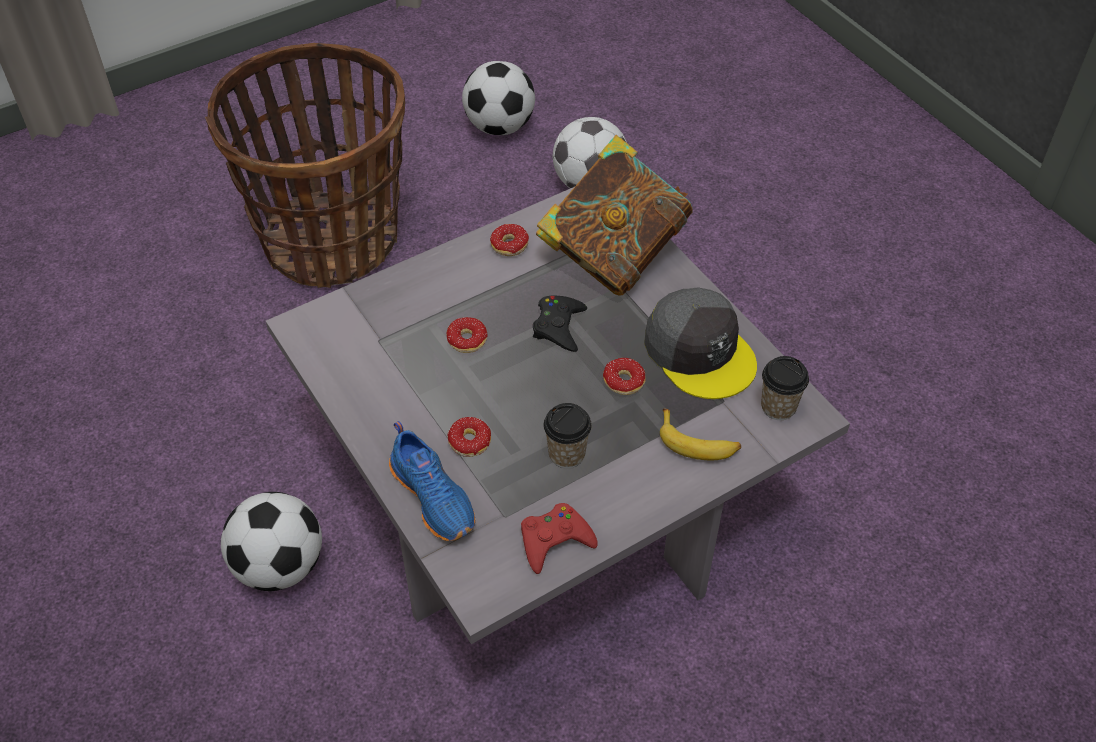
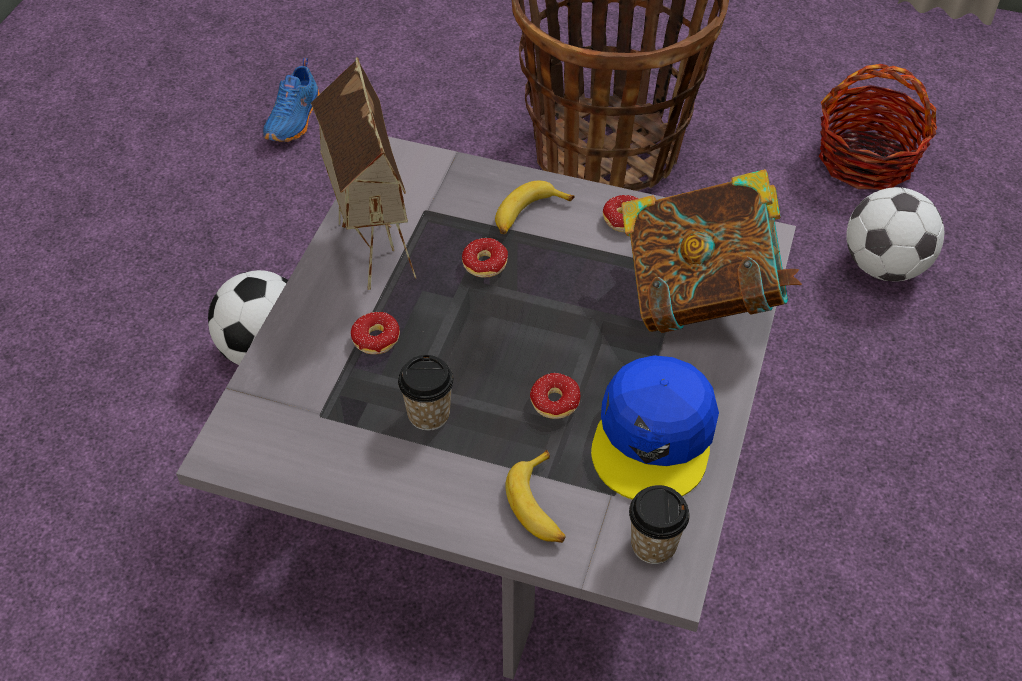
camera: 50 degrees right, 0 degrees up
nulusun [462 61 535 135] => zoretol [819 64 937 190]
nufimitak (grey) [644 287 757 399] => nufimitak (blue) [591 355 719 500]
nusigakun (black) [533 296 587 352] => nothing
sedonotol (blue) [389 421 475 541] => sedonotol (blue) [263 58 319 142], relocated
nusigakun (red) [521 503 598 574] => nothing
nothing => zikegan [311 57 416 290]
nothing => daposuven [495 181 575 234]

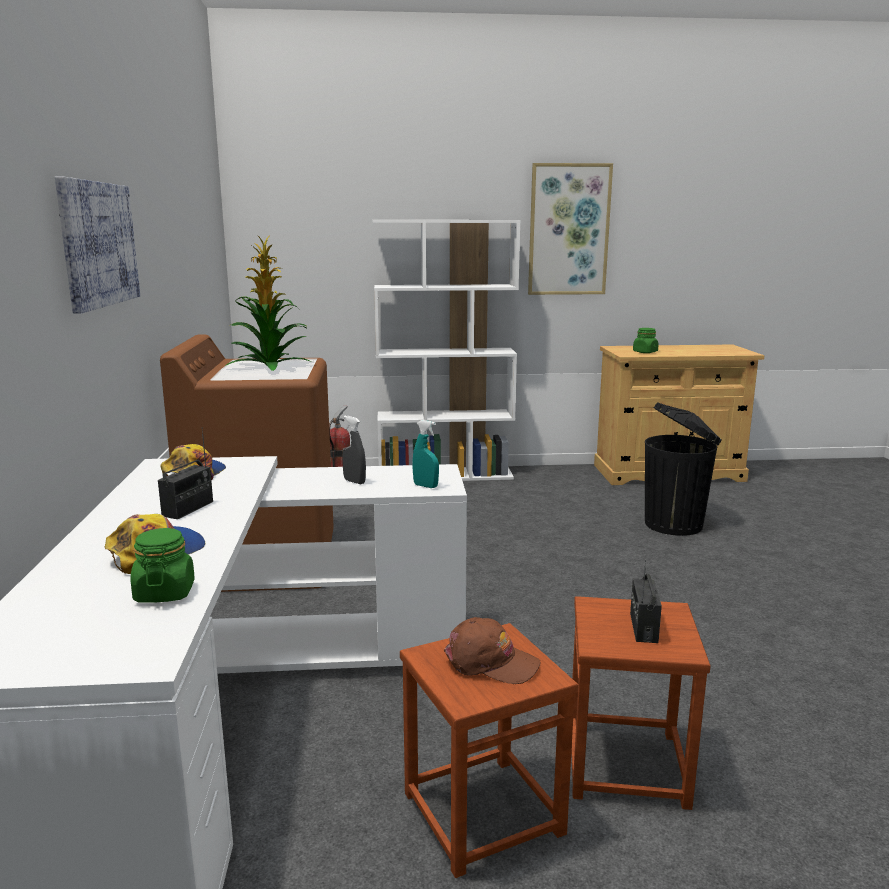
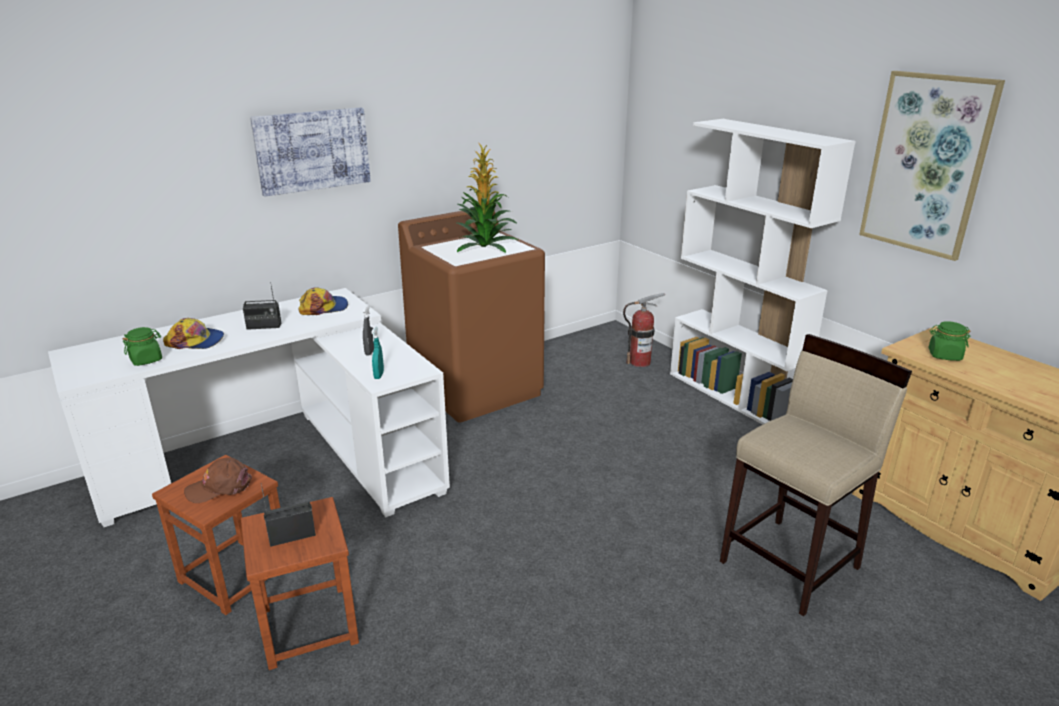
camera: 60 degrees right, 10 degrees up
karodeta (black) [645 402 722 536] => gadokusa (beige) [720 334 912 616]
nufimitak (brown) [444 617 540 684] => nufimitak (brown) [184 457 252 503], 75 degrees clockwise

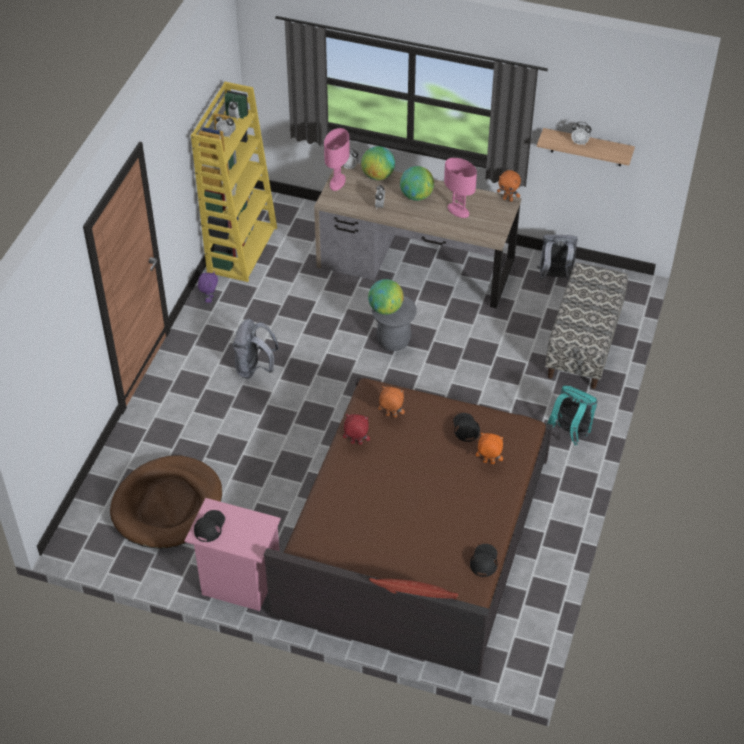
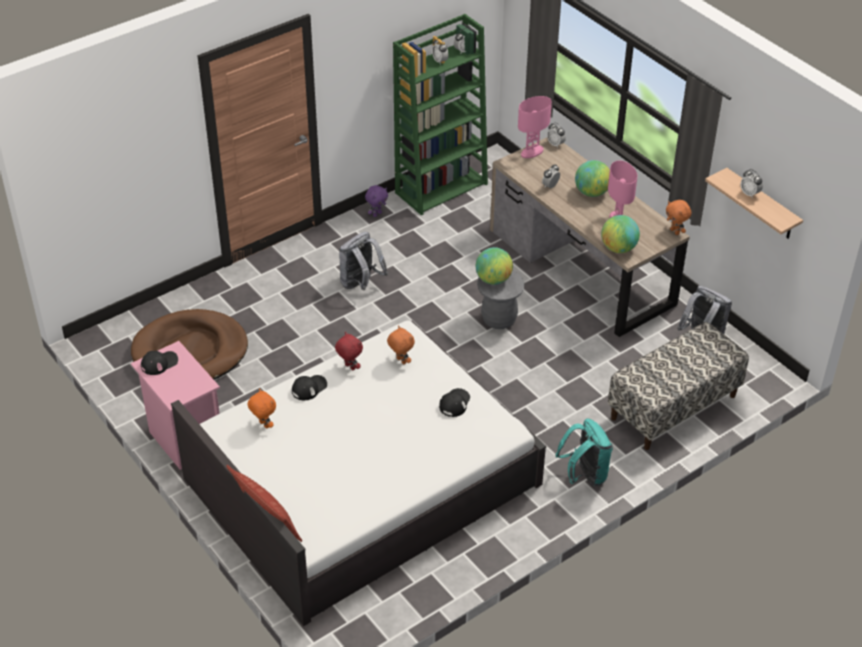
camera: 35 degrees right, 5 degrees down
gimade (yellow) [191 82 277 282] => gimade (green) [393 14 488 215]
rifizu [361 146 395 180] => rifizu [601 215 640 253], relocated
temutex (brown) [264 377 553 676] => temutex (white) [171 320 546 626]
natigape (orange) [476 433 503 464] => natigape (orange) [247 389 276 429], relocated
nufimitak (black) [470 544 498 577] => nufimitak (black) [292 375 327 400], relocated

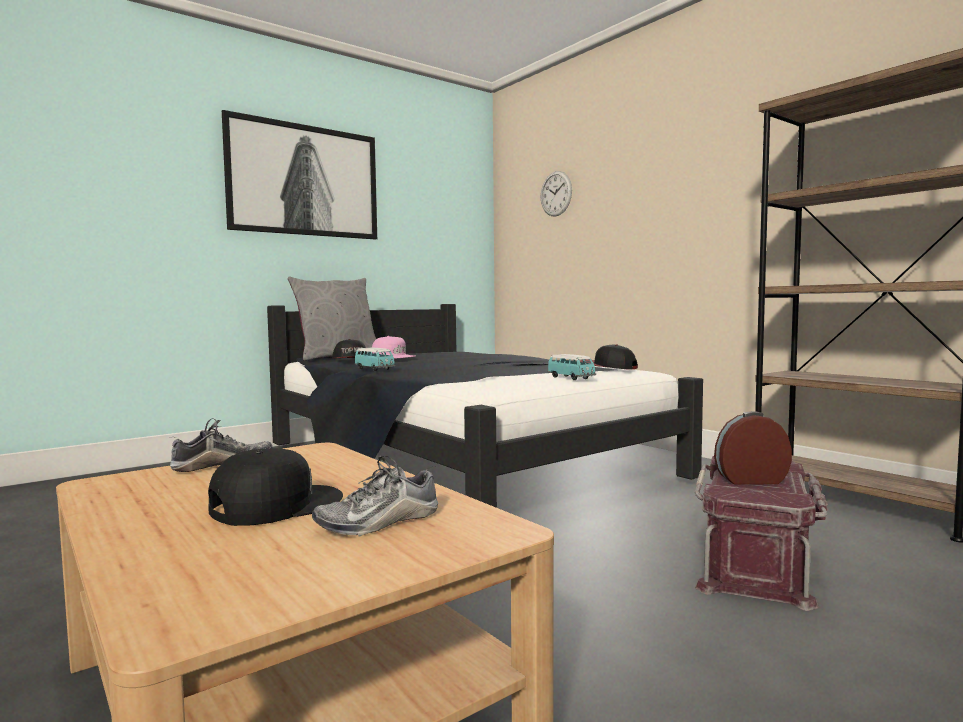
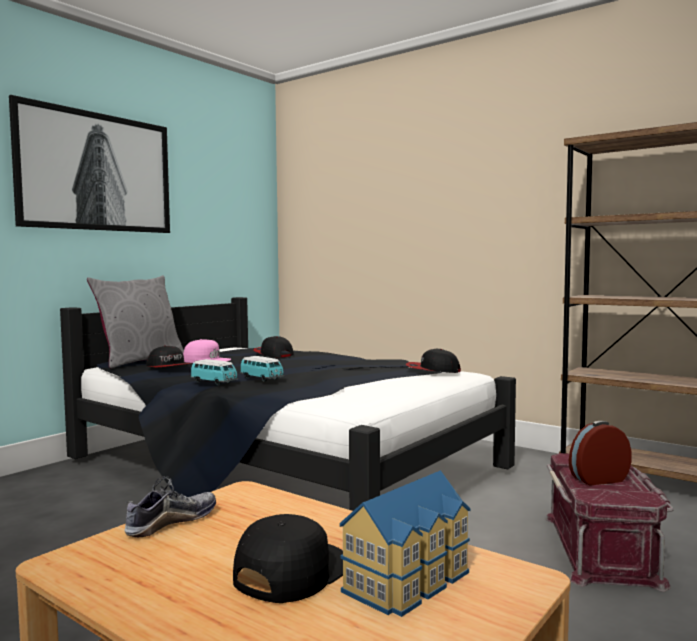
camera: 15 degrees left, 0 degrees up
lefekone [541 171 572 216] => nothing
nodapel [548 354 596 380] => nodapel [240 356 285 382], relocated
sedonotol [312 456 438 537] => zikegan [339 470 471 617]
nothing => nufimitak [253 336 294 357]

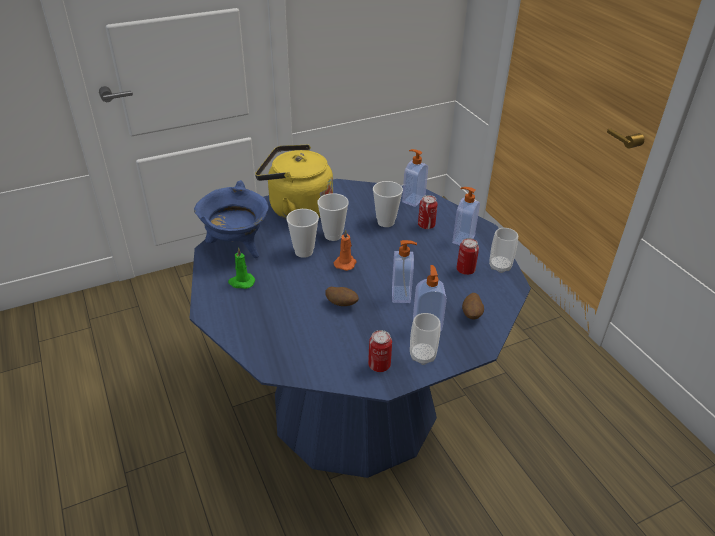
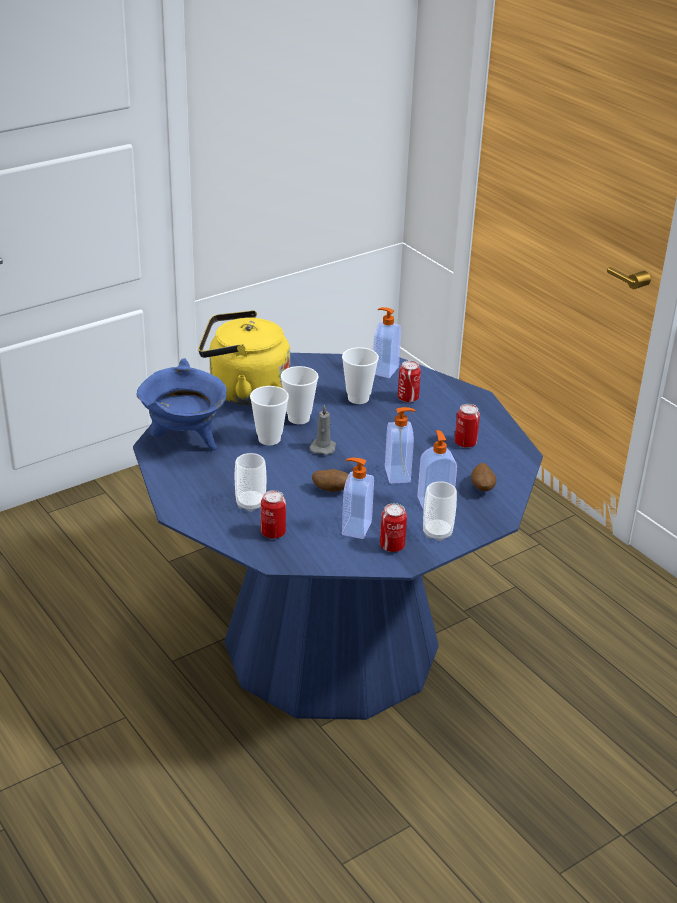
camera: 10 degrees left, 5 degrees down
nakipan [452 187 480 245] => nakipan [342 458 374 539], relocated
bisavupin [489 228 518 273] => bisavupin [235 453 266 512], relocated
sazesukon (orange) [334 230 357 271] => sazesukon (grey) [309 404 336 455]
sazesukon (green) [228 247 255 289] => nothing
nothing => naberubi [261 490 286 539]

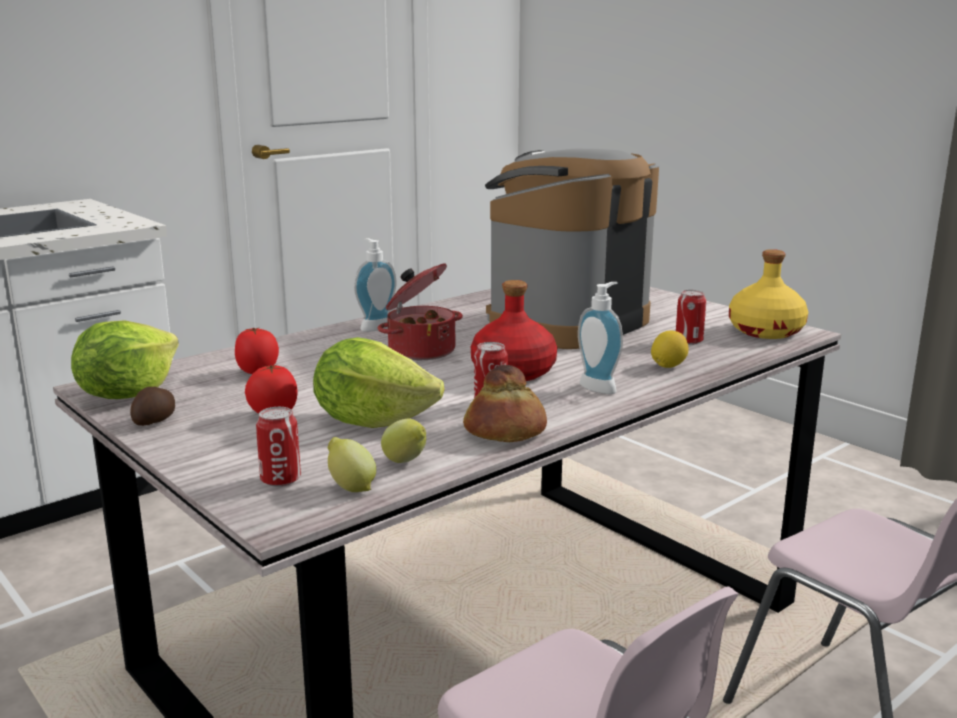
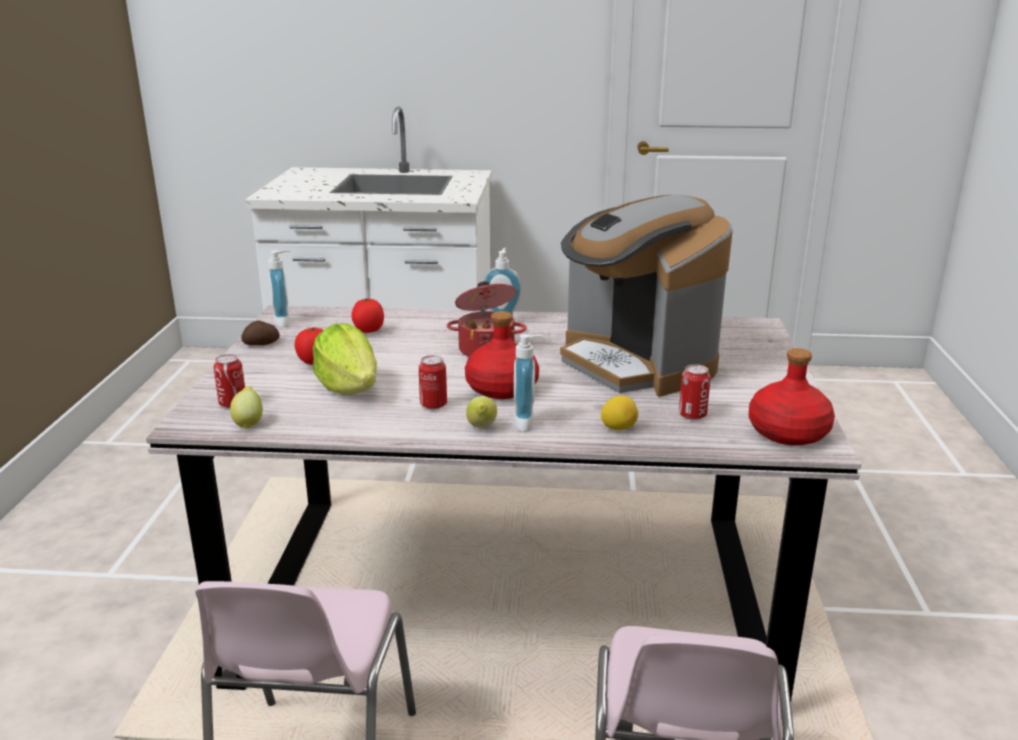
camera: 45 degrees right, 5 degrees up
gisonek [485 149 659 349] => gisonek [560 195 733 397], 120 degrees counterclockwise
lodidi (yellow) [729 249 808 339] => lodidi (red) [749 348 835 446]
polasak [71 320 179 399] => nakipan [268 250 291 328]
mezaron [463 365 547 442] => nothing
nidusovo [381 419 426 463] => nidusovo [466 396 497 428], relocated

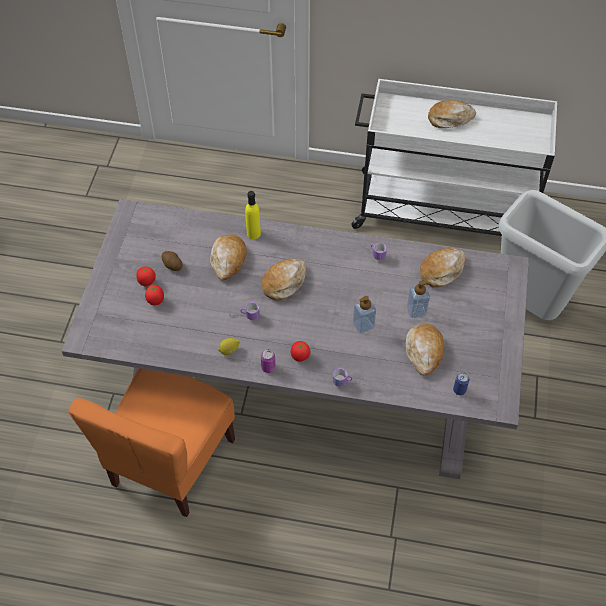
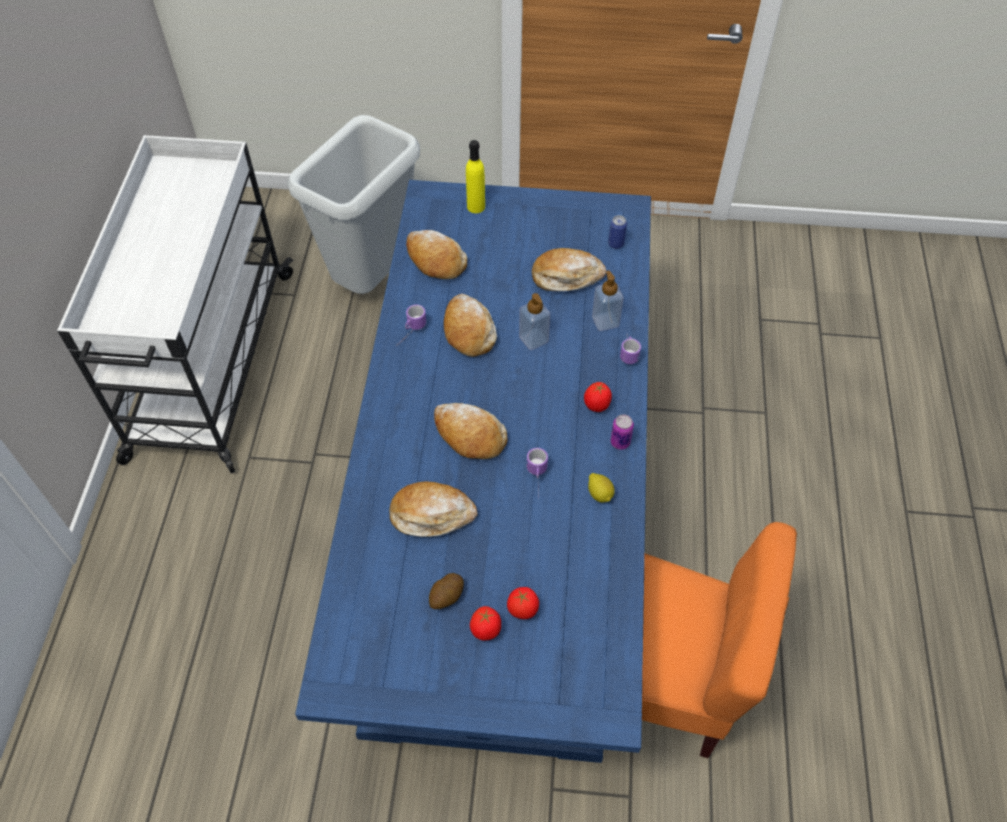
camera: 95 degrees left, 0 degrees up
mezaron [428 100 476 128] => mezaron [444 294 497 357], relocated
lodidi (yellow) [245 191 261 239] => lodidi (yellow) [466 140 485 213], relocated
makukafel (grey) [62 199 529 479] => makukafel (blue) [295 180 651 763]
nakipan [407 281 430 318] => nakipan [592 270 624 331], relocated

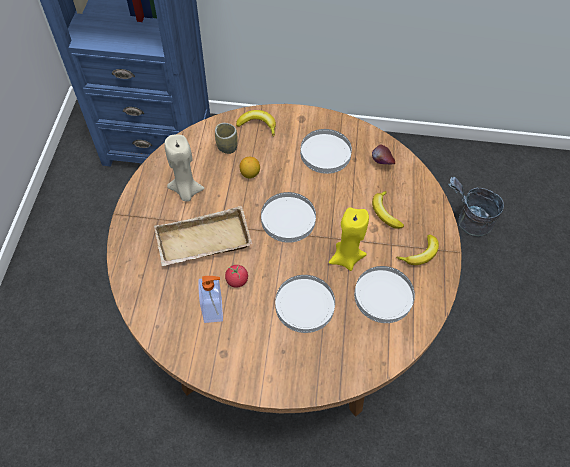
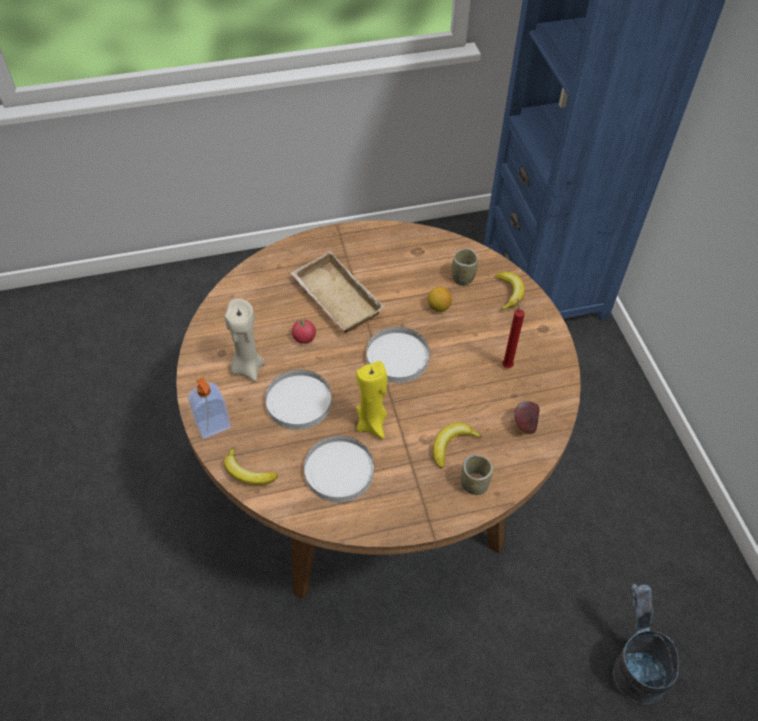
camera: 70 degrees right, 5 degrees down
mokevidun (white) [300 129 352 174] => sazesukon (red) [502 298 525 368]
sazesukon (beige) [164 134 204 202] => sazesukon (beige) [225 299 265 381], relocated
daposuven [396 235 439 265] => daposuven [224 447 278 485], relocated
nakipan [198 276 223 323] => nakipan [188 377 231 439], relocated
nothing => bisavupin [461 455 493 495]

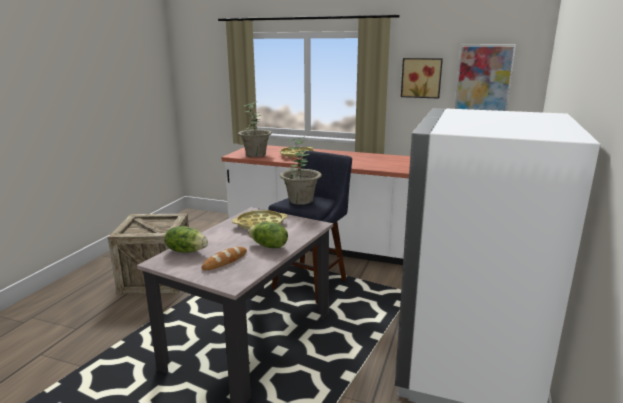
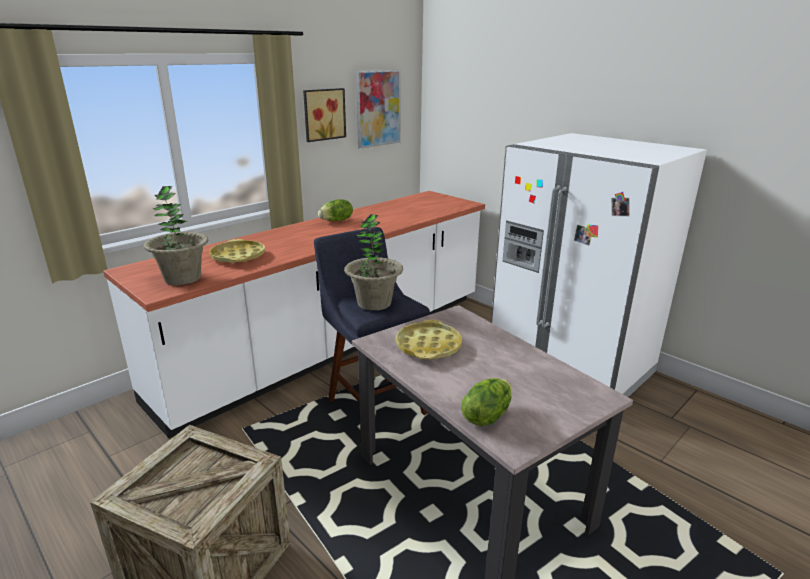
camera: 65 degrees left, 5 degrees up
polasak [248 222 288 248] => polasak [318 199 353 221], relocated
mezaron [201 247 247 270] => nothing

